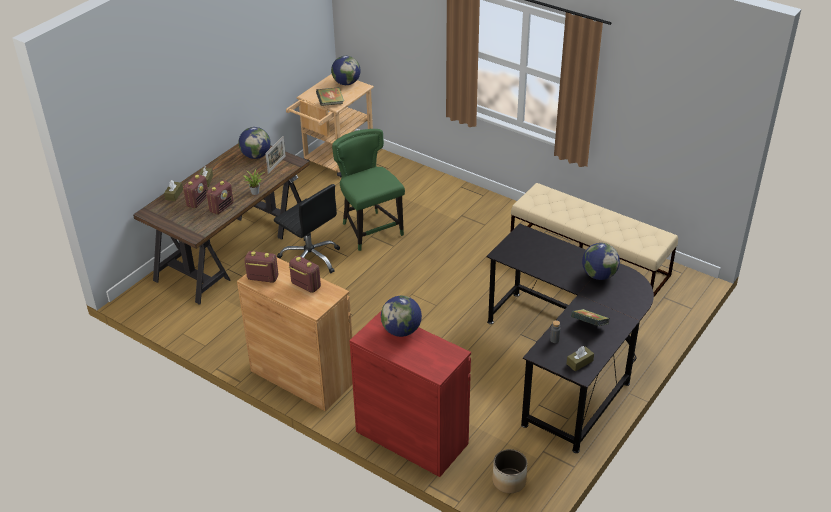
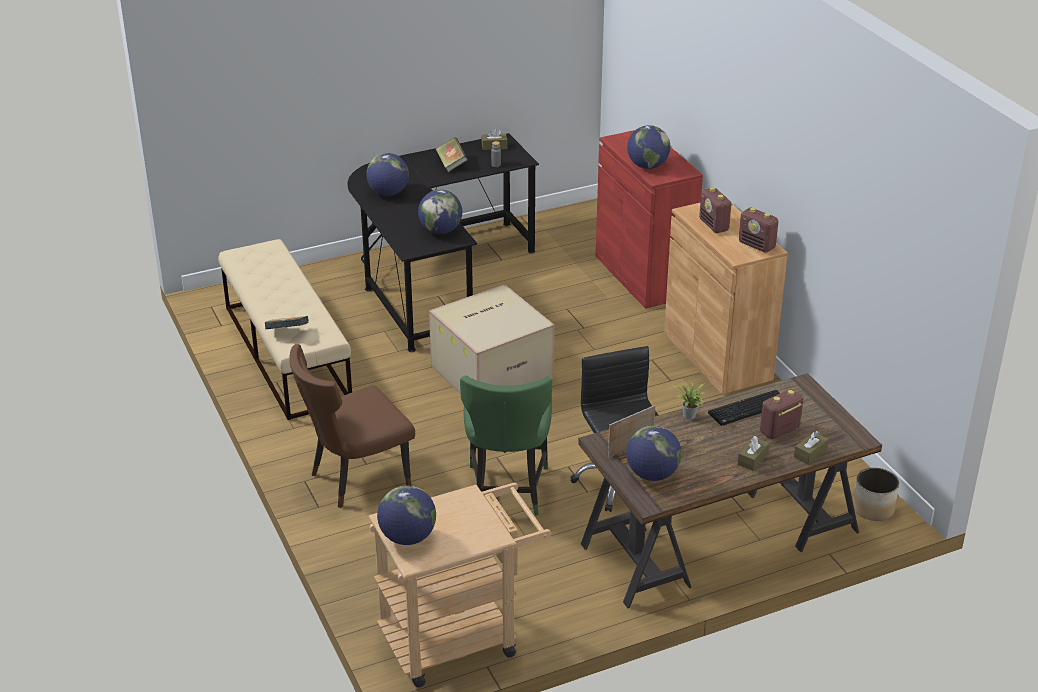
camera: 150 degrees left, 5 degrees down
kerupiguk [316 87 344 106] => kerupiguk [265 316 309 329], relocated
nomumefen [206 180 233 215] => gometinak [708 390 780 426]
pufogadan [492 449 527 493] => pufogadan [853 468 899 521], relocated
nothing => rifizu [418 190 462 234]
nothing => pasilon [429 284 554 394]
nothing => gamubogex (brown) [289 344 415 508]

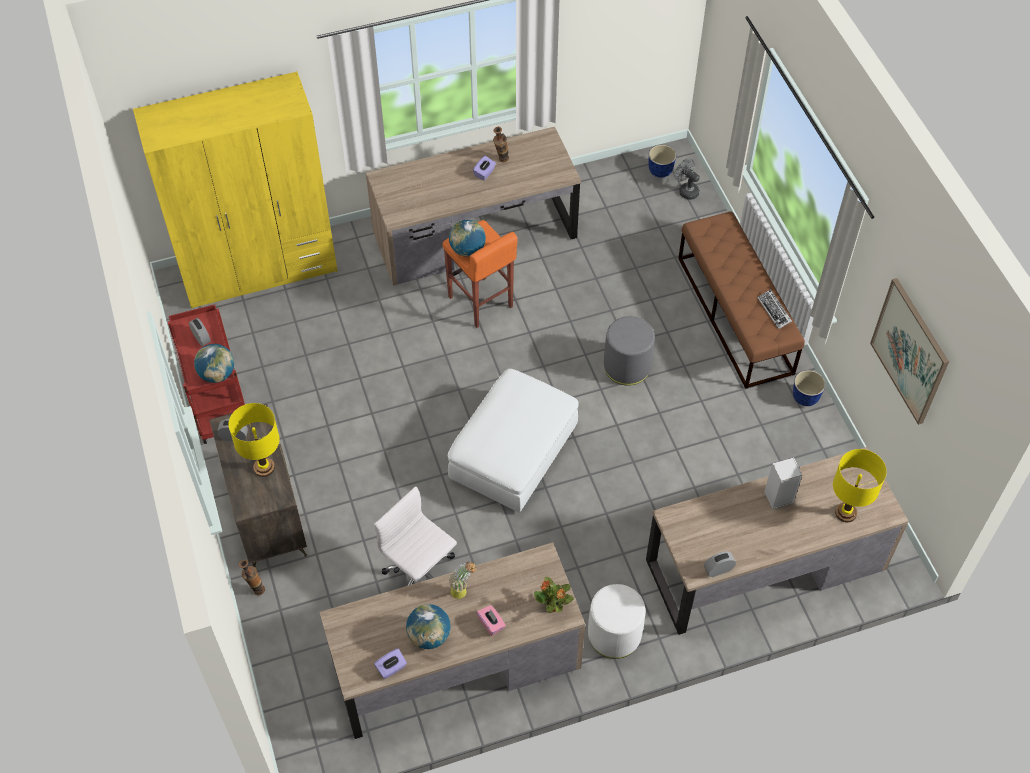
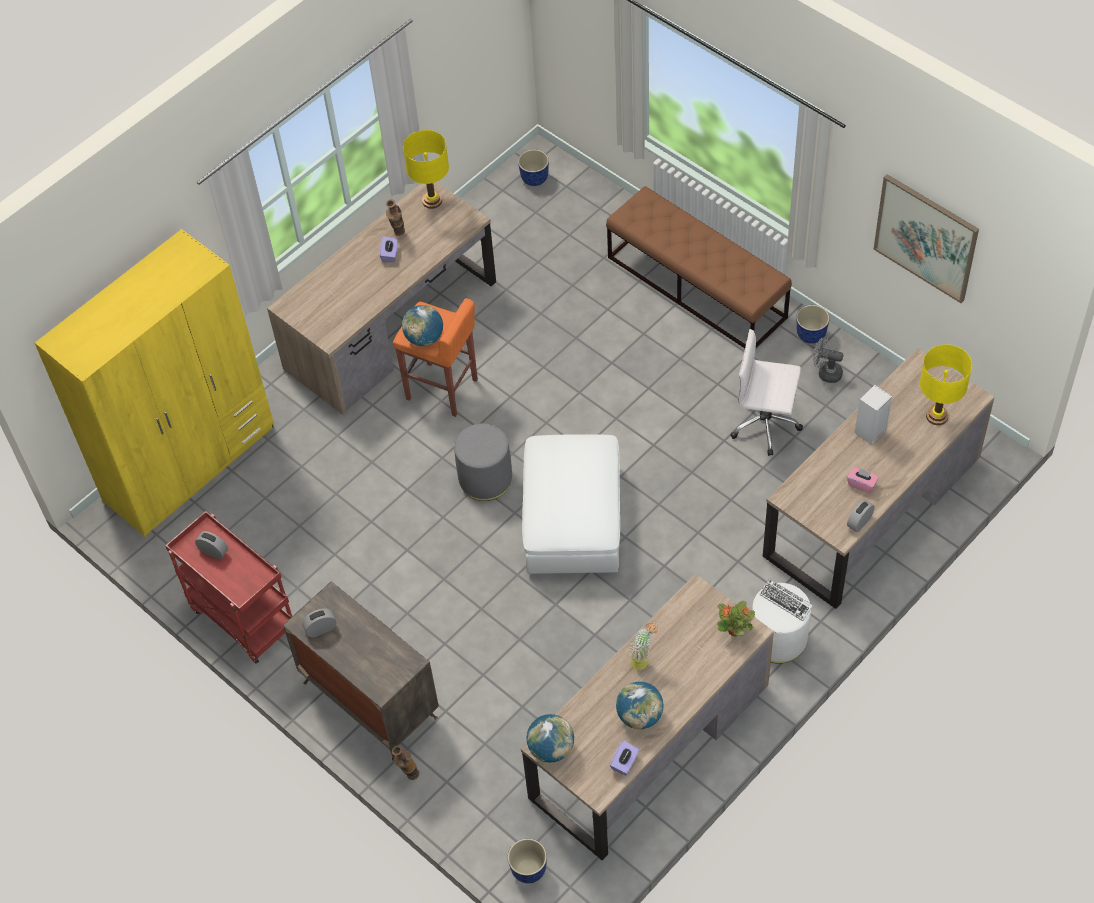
camera: 25 degrees left, 0 degrees up
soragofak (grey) [674 158 700 200] => soragofak (grey) [813 337 843 383], relocated
gometinak [757 289 792 329] => gometinak [759 579 813 621], relocated
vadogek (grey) [604 316 655 386] => vadogek (grey) [454 423 512 501], relocated
rifizu [194 344 234 383] => rifizu [526 714 574 763], relocated
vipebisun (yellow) [228 403 280 477] => vipebisun (yellow) [403 130 449 209], relocated
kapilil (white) [374 486 457 586] => kapilil (white) [730 329 803 456], relocated
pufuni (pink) [476 605 506 636] => pufuni (pink) [847 467 879 493], relocated
nothing => pufogadan [508 839 547 883]

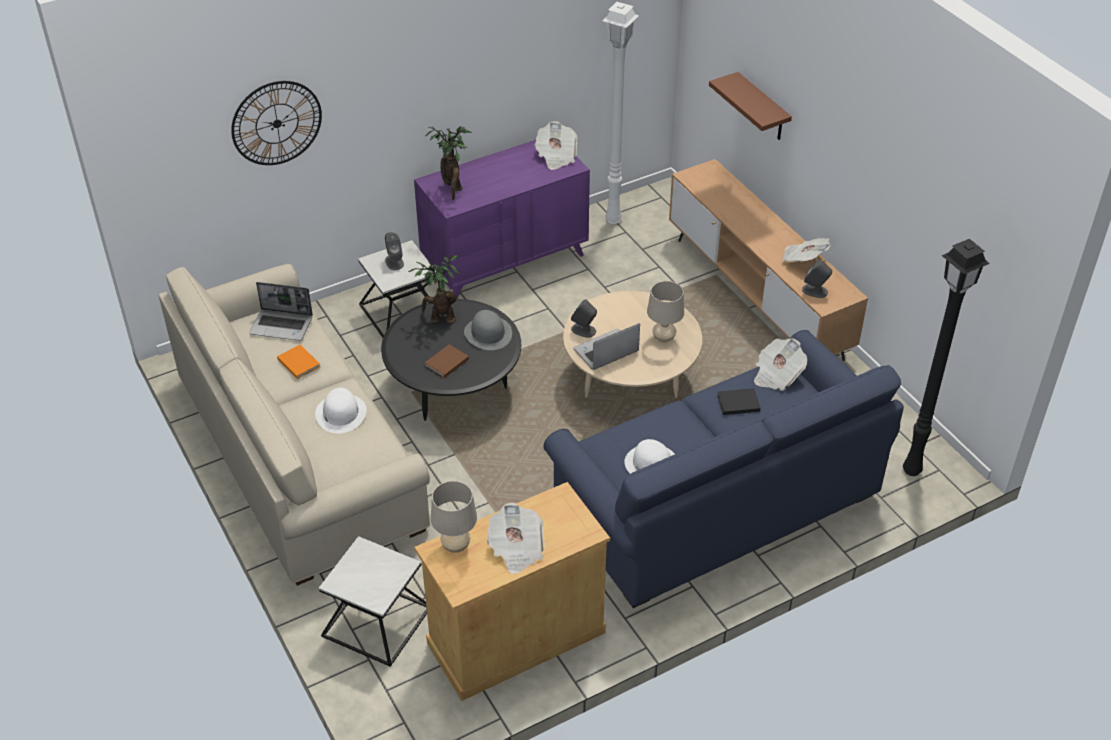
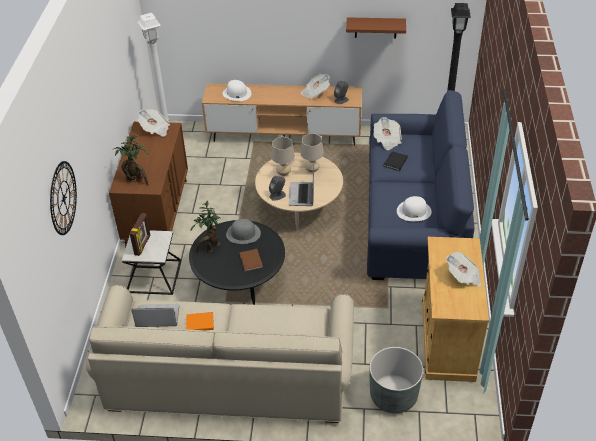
camera: 55 degrees left, 0 degrees up
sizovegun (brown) [709 72 792 140] => sizovegun (brown) [346 17 406 39], relocated
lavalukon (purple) [414 140 590 299] => lavalukon (brown) [109 122 188 248]
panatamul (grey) [385 232 404 270] => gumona [130 213 150 256]
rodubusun [249 282 313 341] => rodubusun [131 304 179 327], 135 degrees counterclockwise
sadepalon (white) [315 388 366 433] => sadepalon (white) [223 80 251 101], relocated
vipebisun (beige) [431 481 477 553] => vipebisun (beige) [271 137 295 176], relocated
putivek [319 536 427 667] => pufogadan (grey) [369 347 423 414]

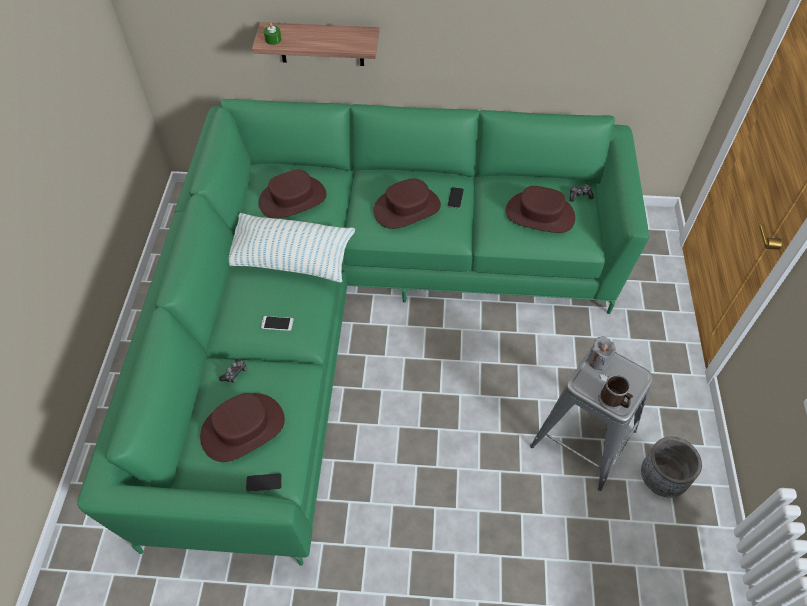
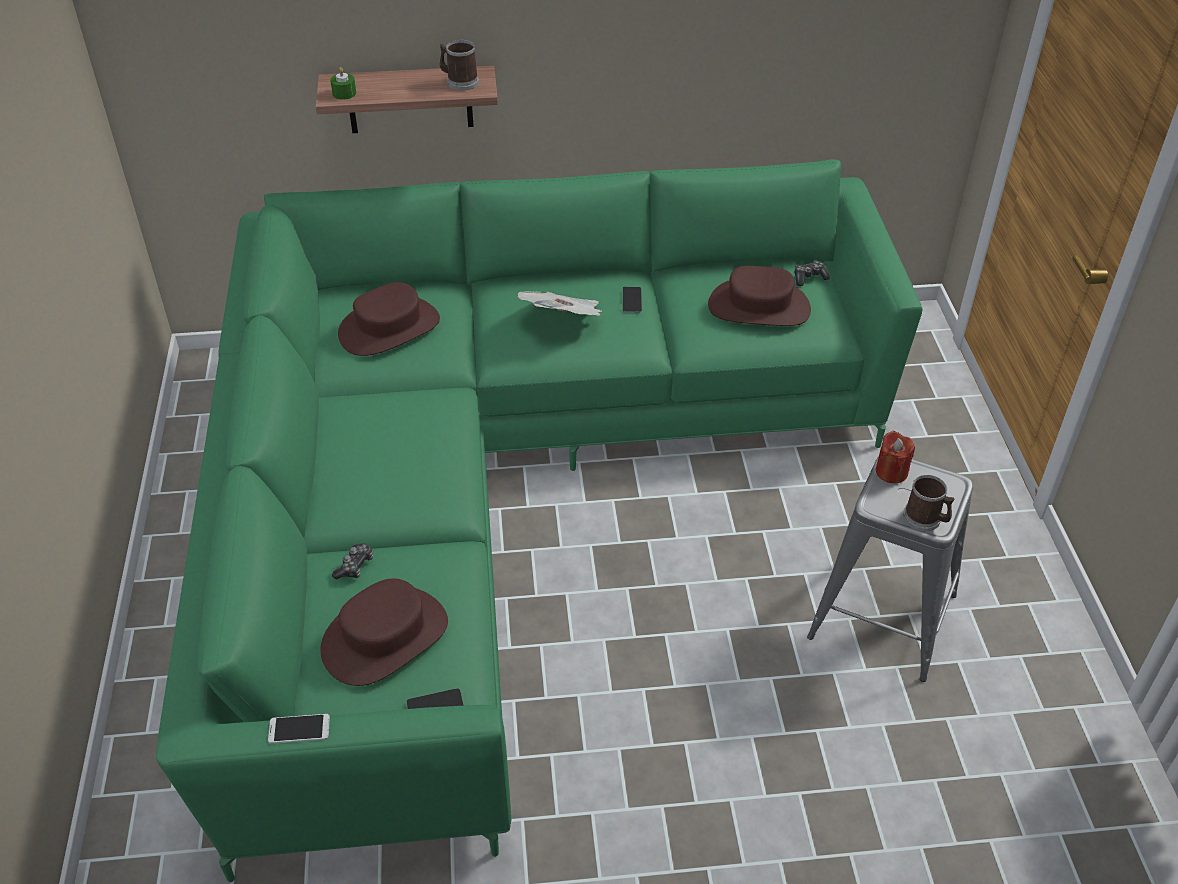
camera: 10 degrees left, 10 degrees down
sadepalon (brown) [373 178 441 229] => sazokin [518 291 602 316]
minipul [229 213 355 283] => nothing
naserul [261 316 294 331] => naserul [268 714 330 744], relocated
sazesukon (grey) [588 336 616 370] => sazesukon (red) [876 431 915 483]
pufogadan (grey) [641 437 702 498] => nothing
nothing => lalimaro [440 40 479 91]

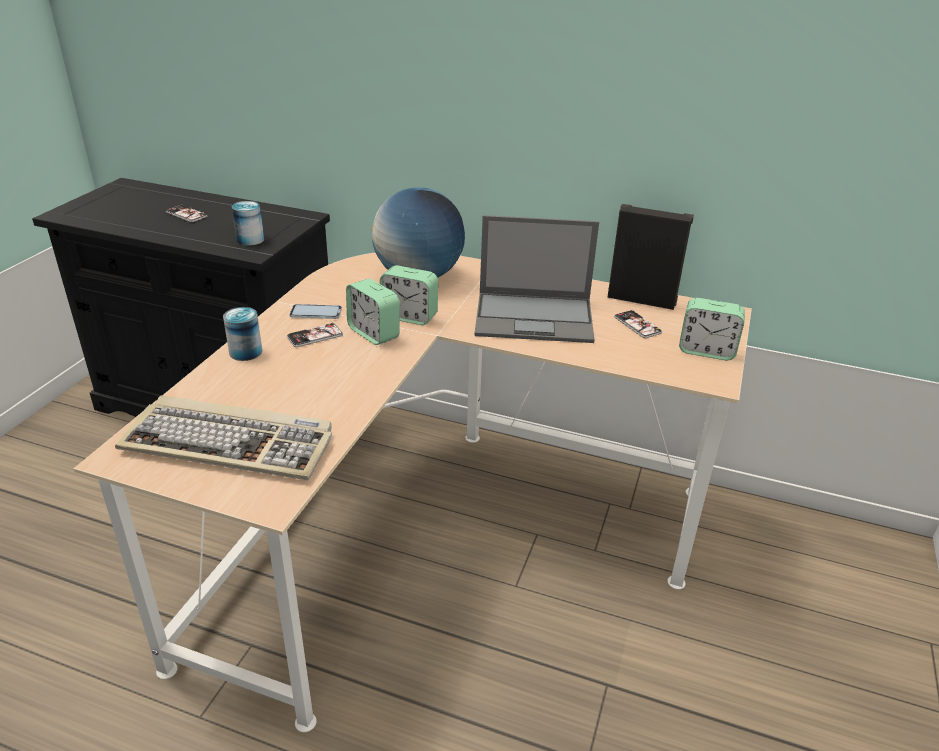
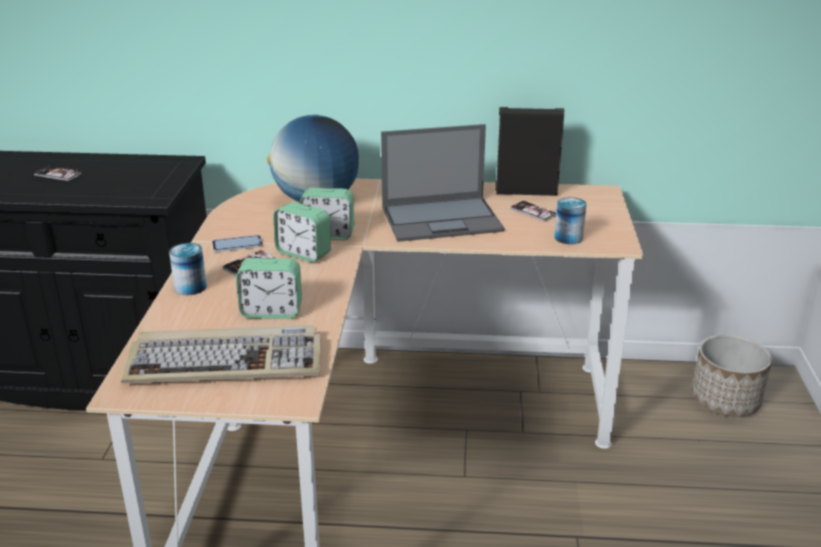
camera: 15 degrees left, 5 degrees down
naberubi [232 201 264 246] => naberubi [554 197 587 244], relocated
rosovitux [679 298 745 361] => rosovitux [236 258 302 319], relocated
nothing => pufogadan [692 334 772 417]

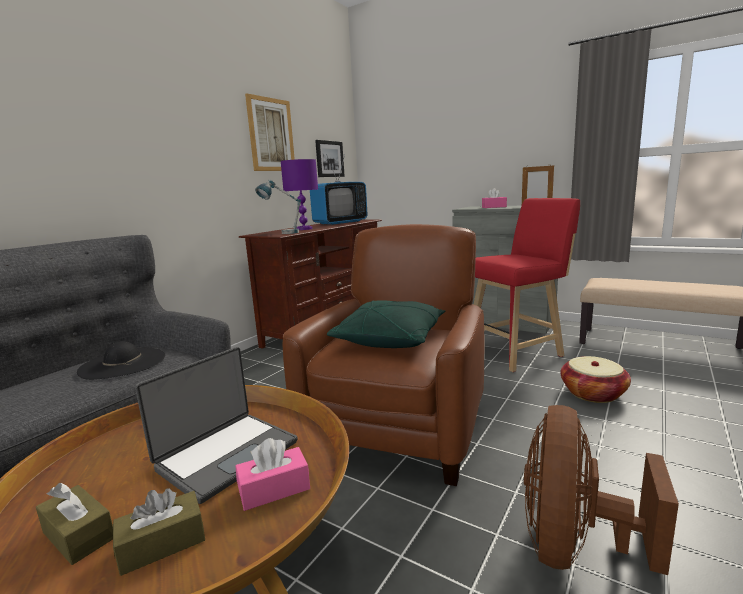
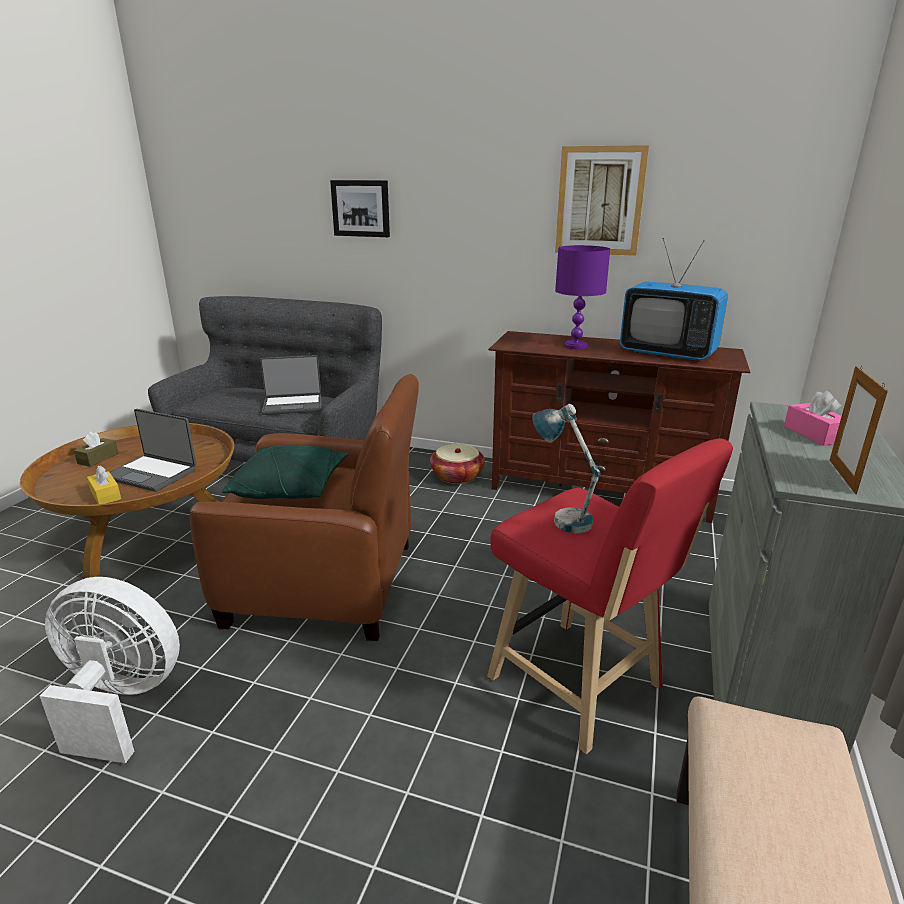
camera: 75 degrees right, 10 degrees up
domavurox [315 140 345 177] => domavurox [330 180 390 237], relocated
vipebisun [255 179 301 234] => vipebisun [532 404 601 533], relocated
sadepalon (black) [77 341 165 380] => rodubusun [260 355 322 415]
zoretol [560 356 631 403] => zoretol [430 444 485 484], relocated
soragofak (brown) [524 405 679 575] => soragofak (white) [40 577 180 763]
pufuni (pink) [235 438 310 511] => pufuni (yellow) [87 465 121 504]
pufuni (brown) [113 488 205 576] => nothing

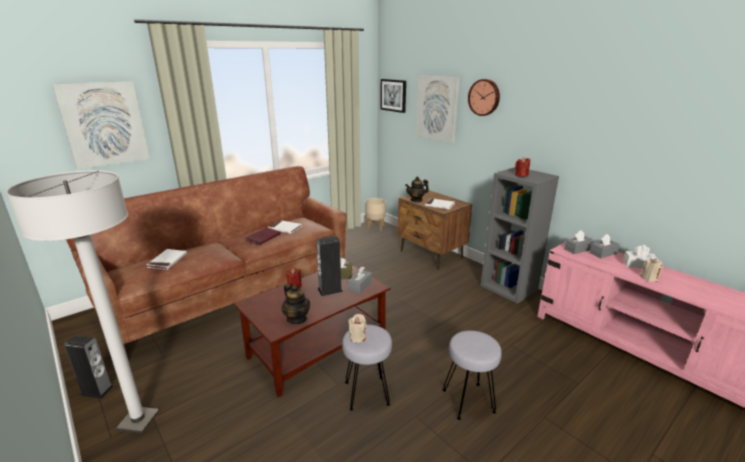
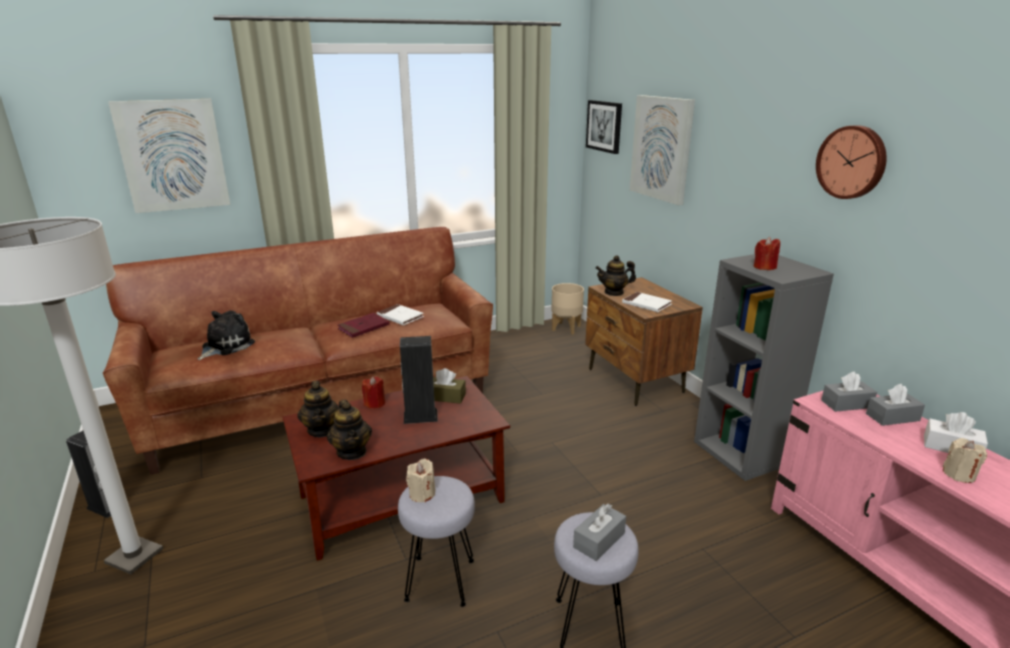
camera: 15 degrees right, 0 degrees up
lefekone [468 79 500 116] => lefekone [816 125 887 199], relocated
kerupiguk (white) [147 249 187 270] => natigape [198 310 255 360]
pufuni (grey) [348 267 372 294] => pufuni (grey) [573 503 626 561], relocated
nothing => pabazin [297 381 340 438]

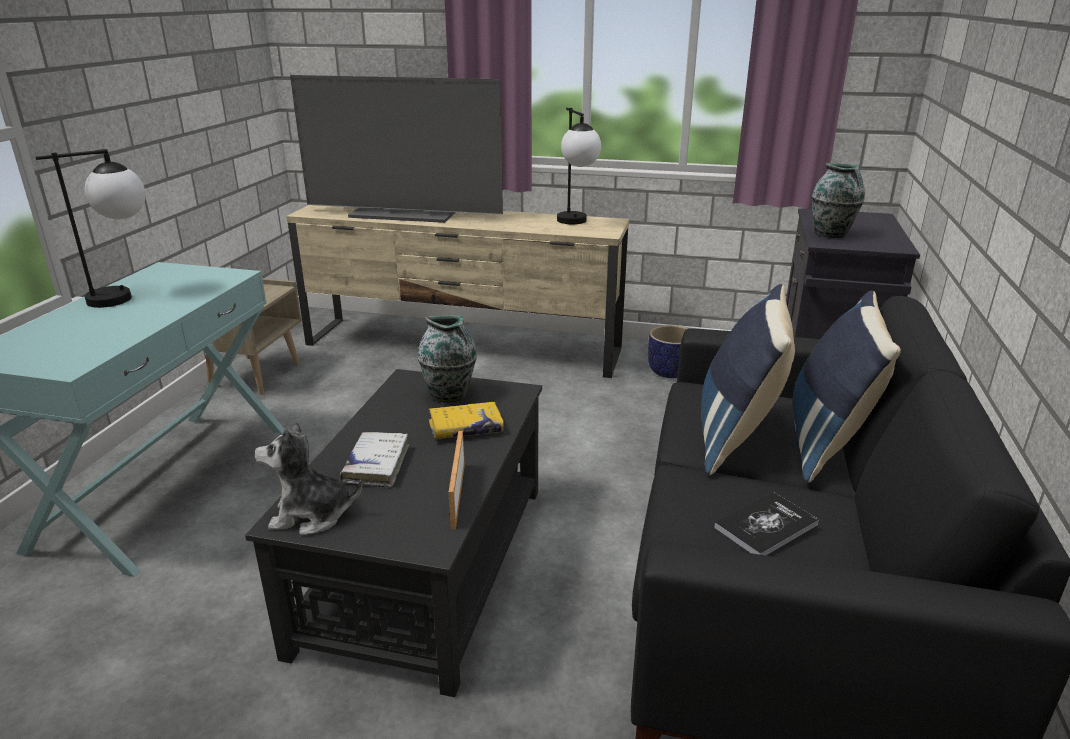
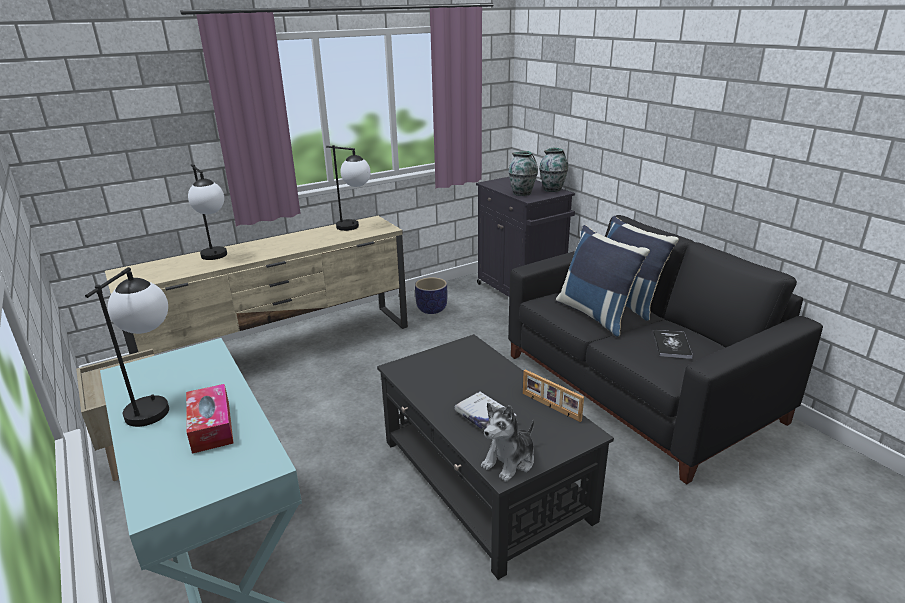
camera: 45 degrees left, 0 degrees up
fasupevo [290 75 503 223] => vipebisun [188 164 227 260]
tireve [417 315 477 403] => tireve [539 148 568 192], relocated
kerupiguk (yellow) [428 402 504 439] => nothing
nothing => pufuni [186 384 233 454]

